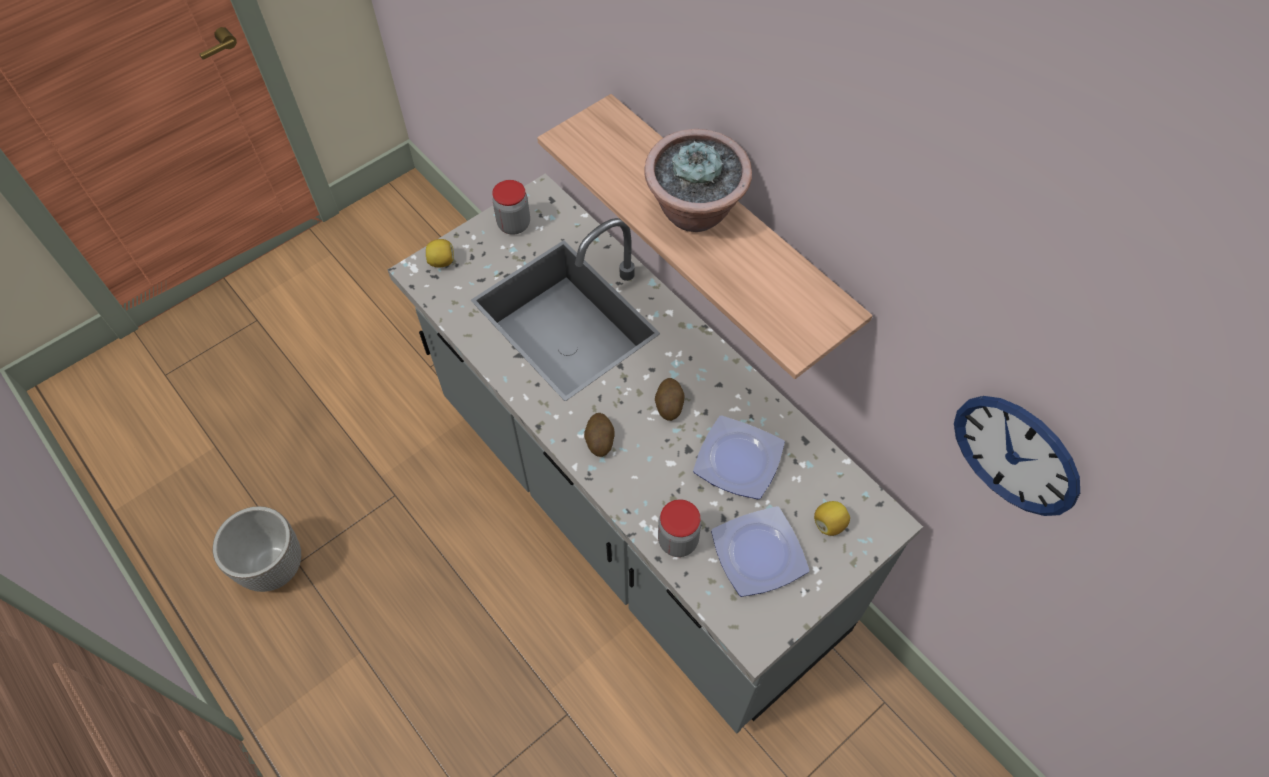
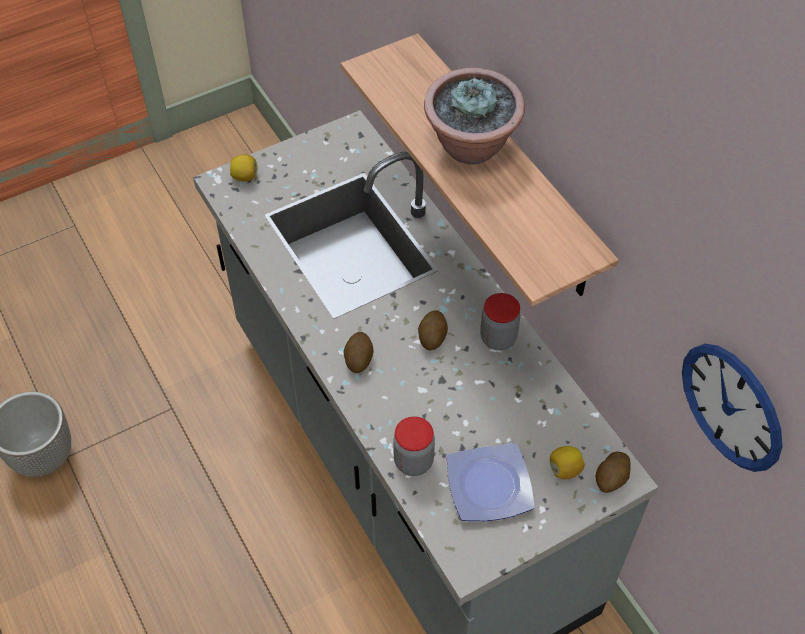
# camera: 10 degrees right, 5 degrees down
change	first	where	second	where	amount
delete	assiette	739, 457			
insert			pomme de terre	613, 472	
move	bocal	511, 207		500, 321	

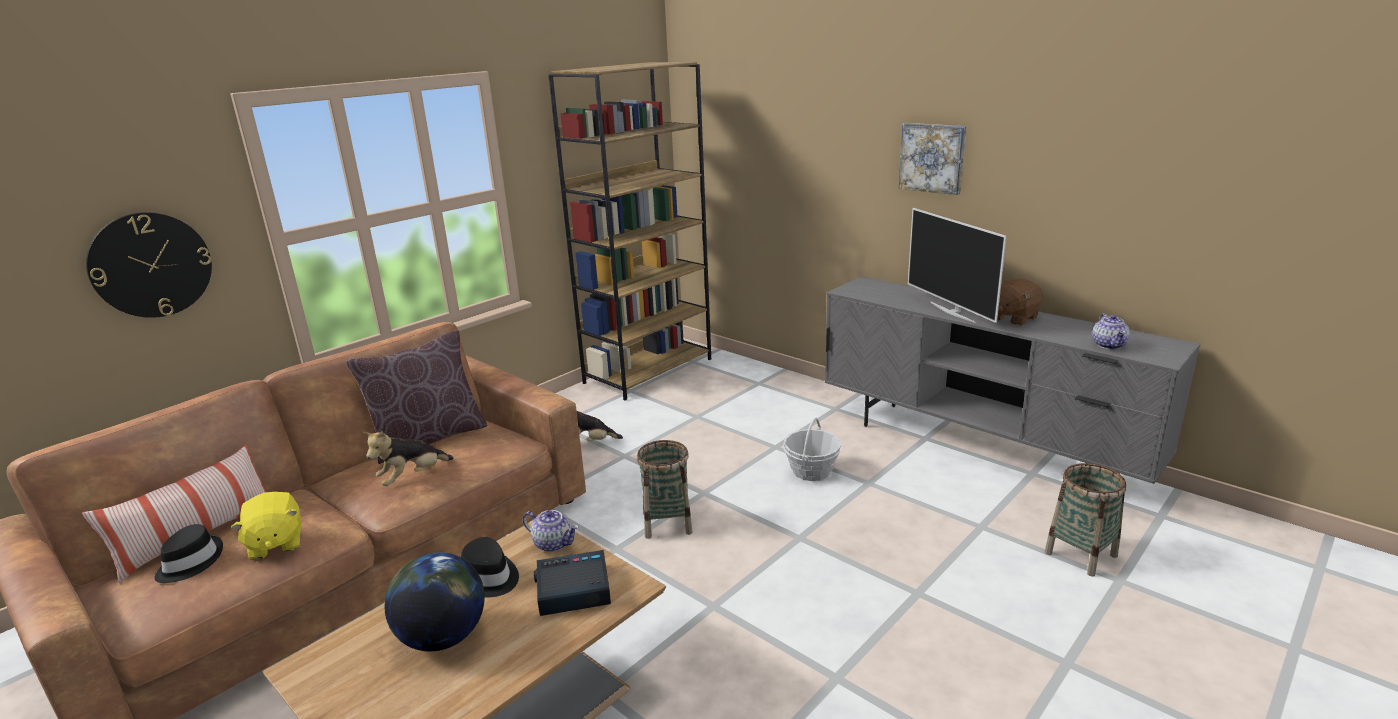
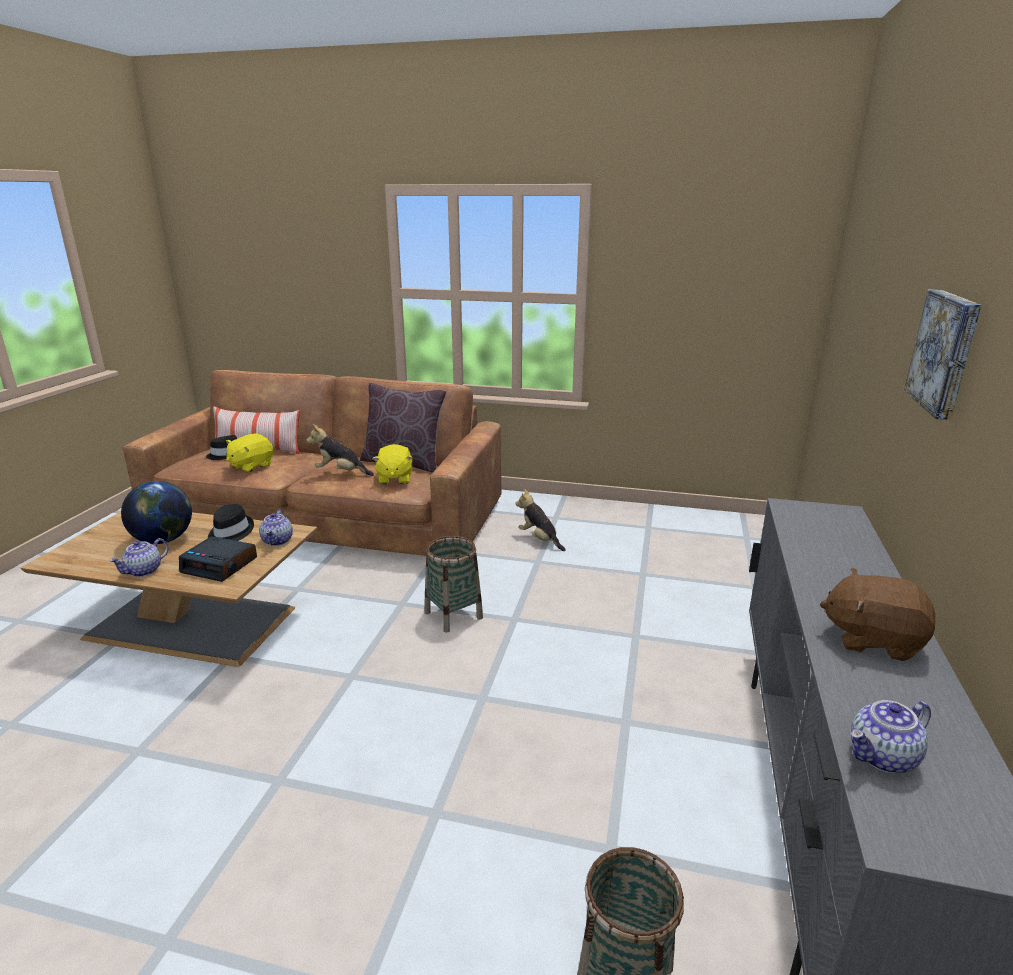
# camera: 60 degrees right, 0 degrees up
change	first	where	second	where	amount
delete	horloge murale	149, 265			
delete	bibliothèque/marron	629, 231			
delete	panier	812, 449			
delete	téléviseur	957, 265			
insert			théière	139, 557	
insert			peluche/jaune	392, 464	
rotate	réveil	572, 583		218, 559	150 degrees clockwise

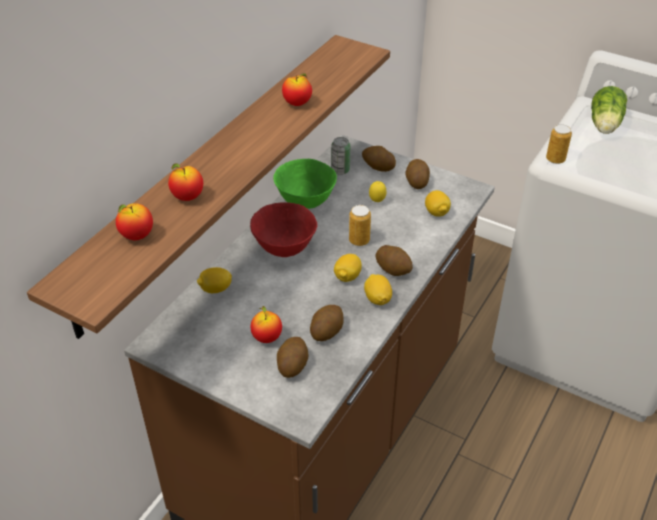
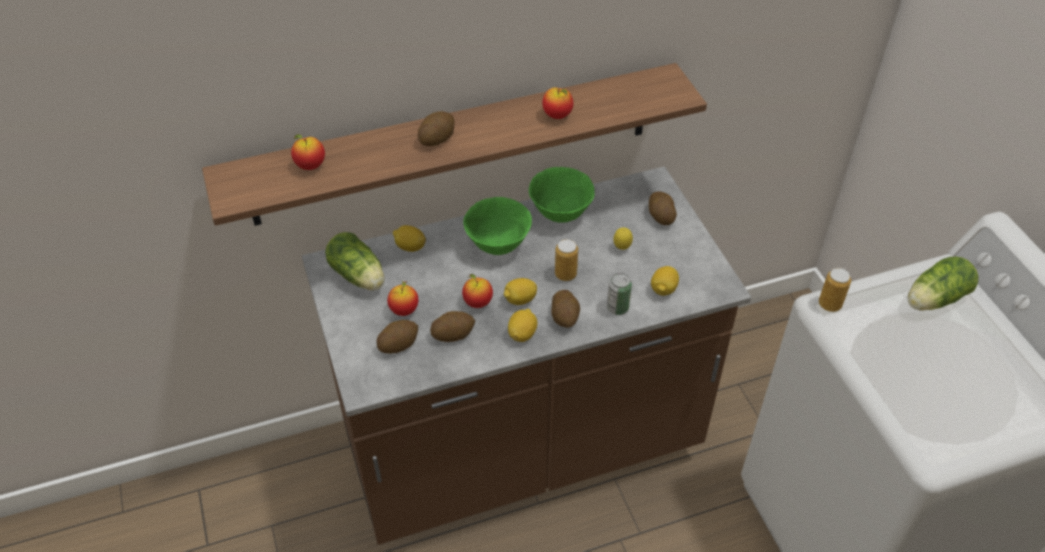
# camera: 40 degrees right, 5 degrees up
change	first	where	second	where	amount
insert			laitue	355, 261	
move	pomme	185, 182		477, 291	
move	boîte métallique	340, 156		619, 294	
move	pomme de terre	418, 174		436, 128	
recolor	bol/rouge	284, 229	bol/vert	497, 226	

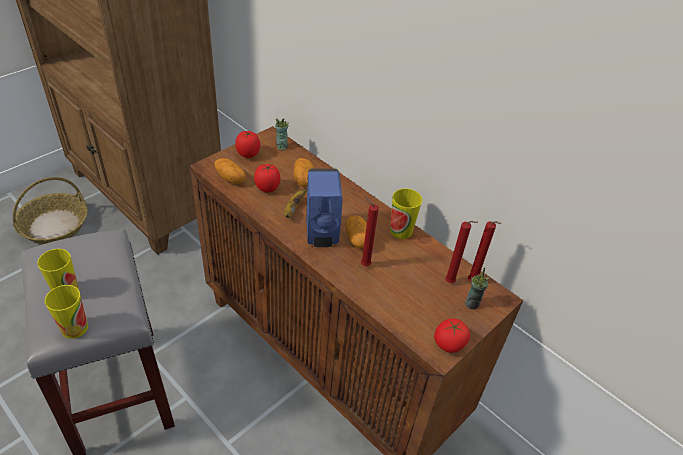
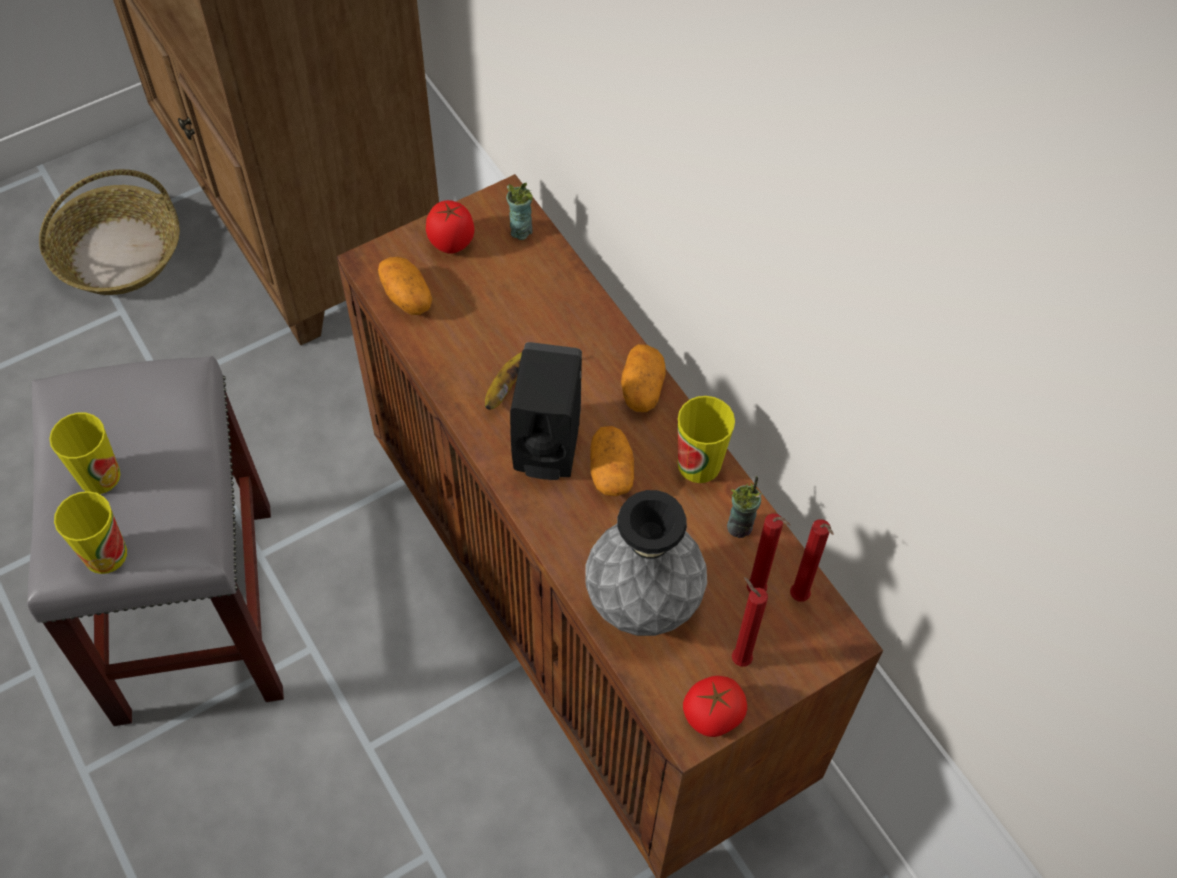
# camera: 15 degrees right, 15 degrees up
change	first	where	second	where	amount
delete	tomate	267, 178			
insert			vase/gris	646, 563	
move	pomme de terre	303, 172		643, 378	
move	bougie/rouge	370, 231		750, 622	
move	tasse	477, 288		744, 507	
recolor	distributeur de savon/bleu	324, 208	distributeur de savon/noir	546, 411	

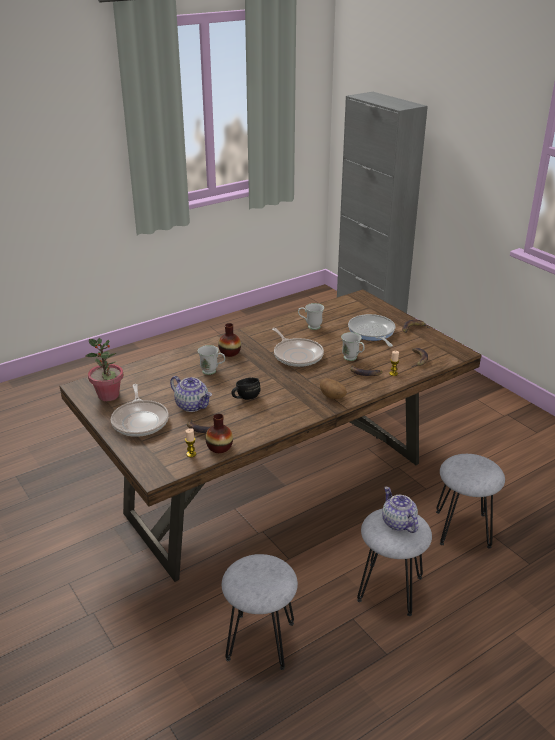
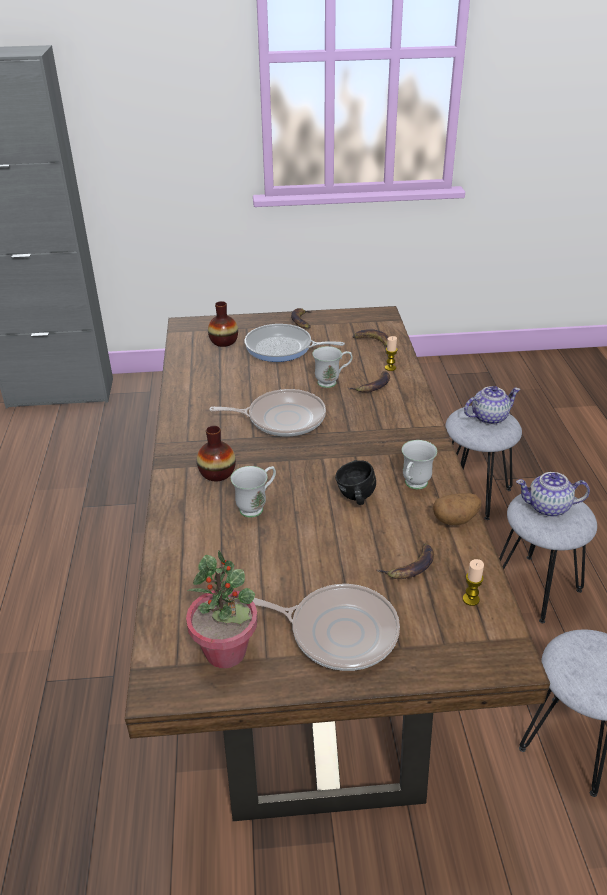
# camera: 60 degrees left, 5 degrees up
change	first	where	second	where	amount
move	théière	191, 394		492, 405	
move	vase	219, 433		223, 324	
move	mug/blanc	311, 316		419, 464	
move	pomme de terre	333, 388		457, 509	

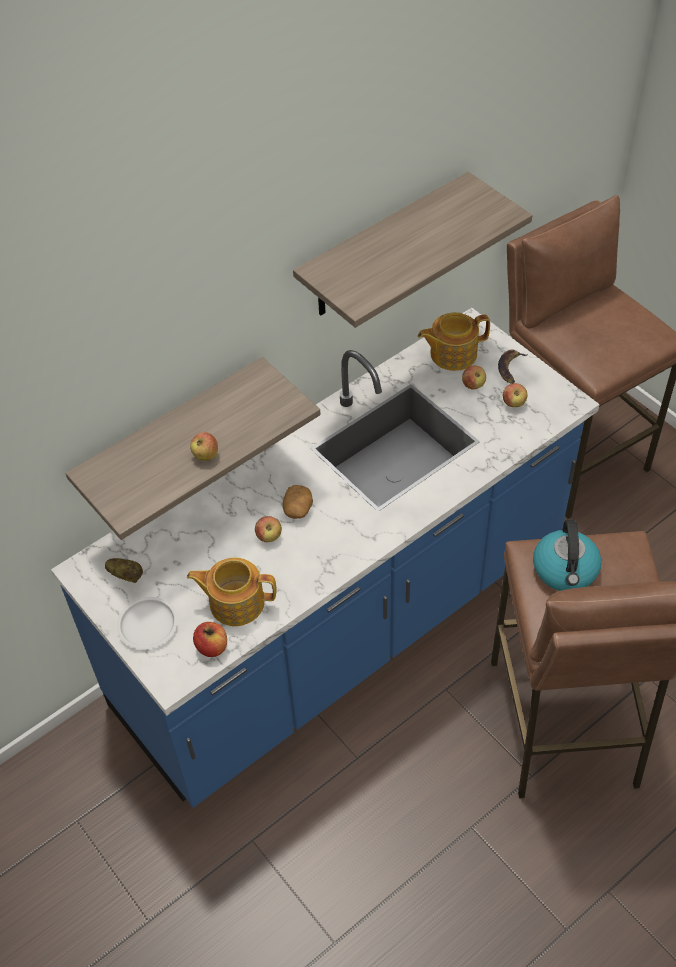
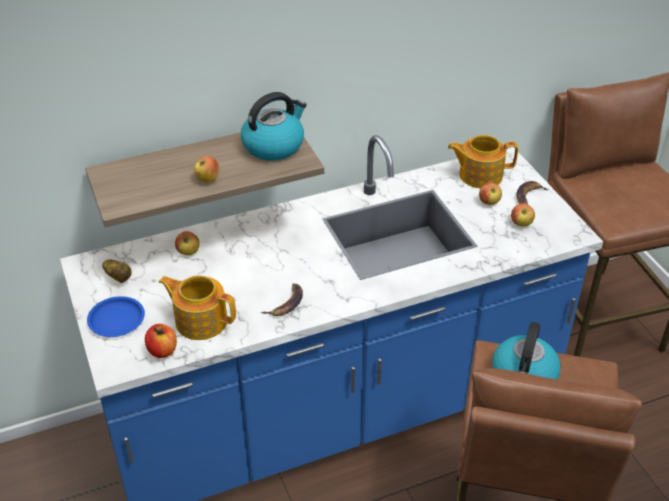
# camera: 15 degrees right, 10 degrees down
change	first	where	second	where	amount
delete	pomme de terre	297, 502			
delete	étagère	412, 250			
insert			bouilloire	274, 126	
insert			banane	282, 299	
move	pomme	268, 529		187, 243	
recolor	assiette/blanc	147, 623	assiette/bleu	116, 316	

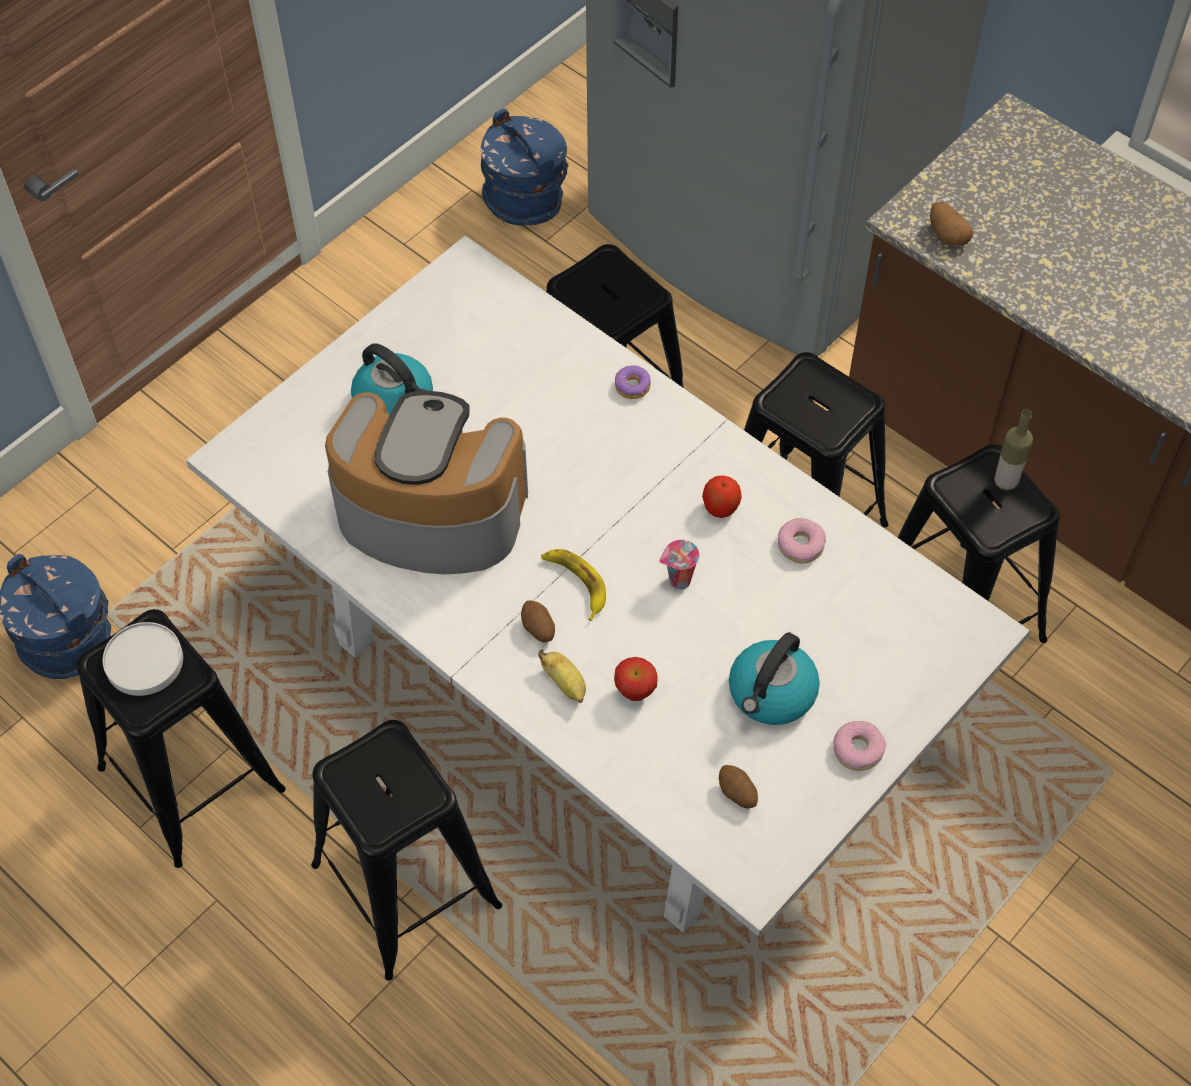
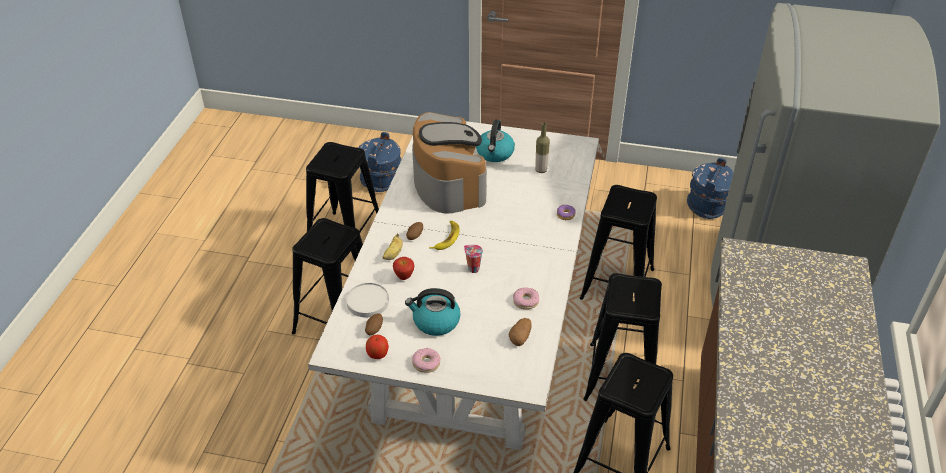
# camera: 60 degrees right, 15 degrees down
change	first	where	second	where	amount
move	assiette/blanc	143, 659		367, 300	
move	pomme	722, 496		377, 347	
move	pomme de terre	951, 224		520, 332	
move	bouteille	1013, 450		542, 147	

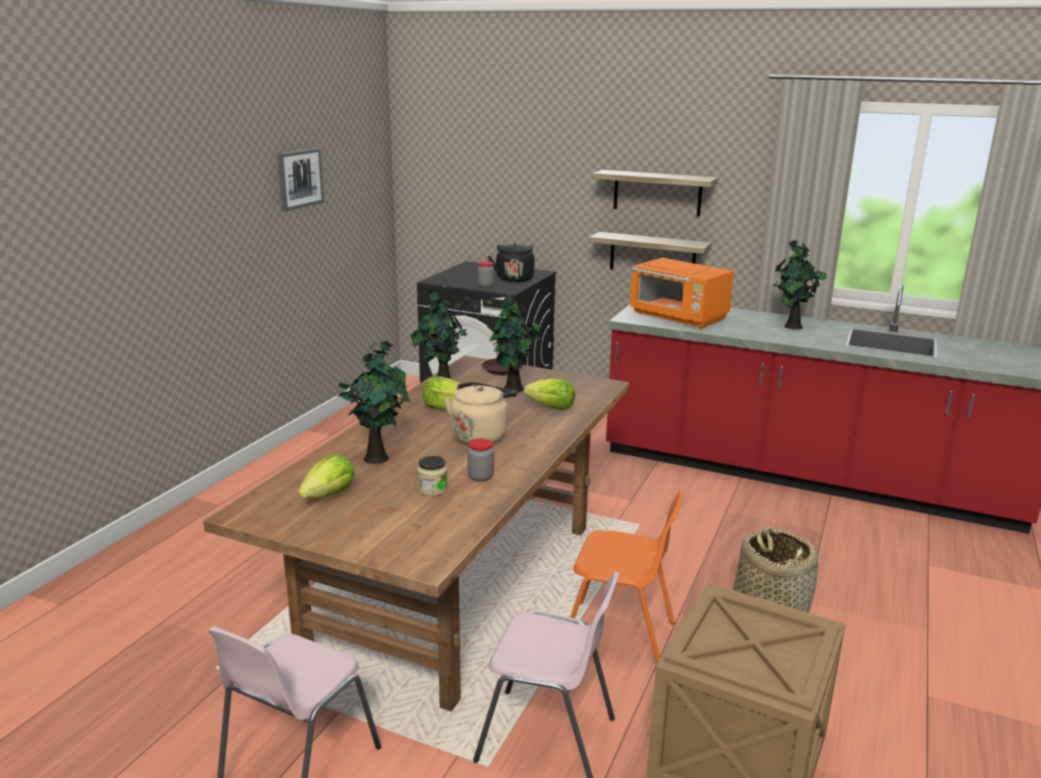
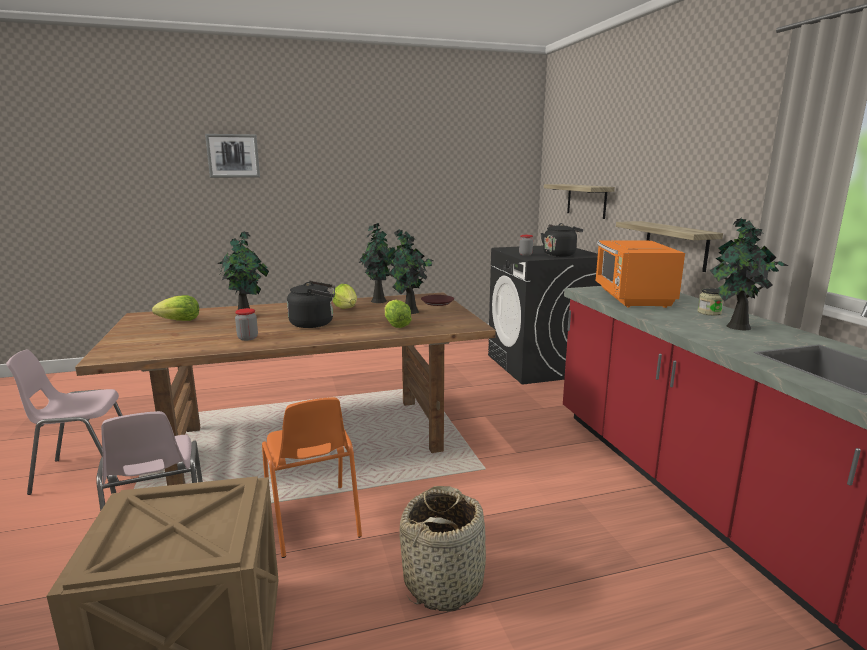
# camera: 50 degrees right, 5 degrees down
change	first	where	second	where	amount
move	tableau	300, 179		232, 156	
move	bocal	432, 476		710, 302	
move	étagère	655, 193		579, 201	
recolor	bouilloire/beige	480, 413	bouilloire/noir	311, 304	

